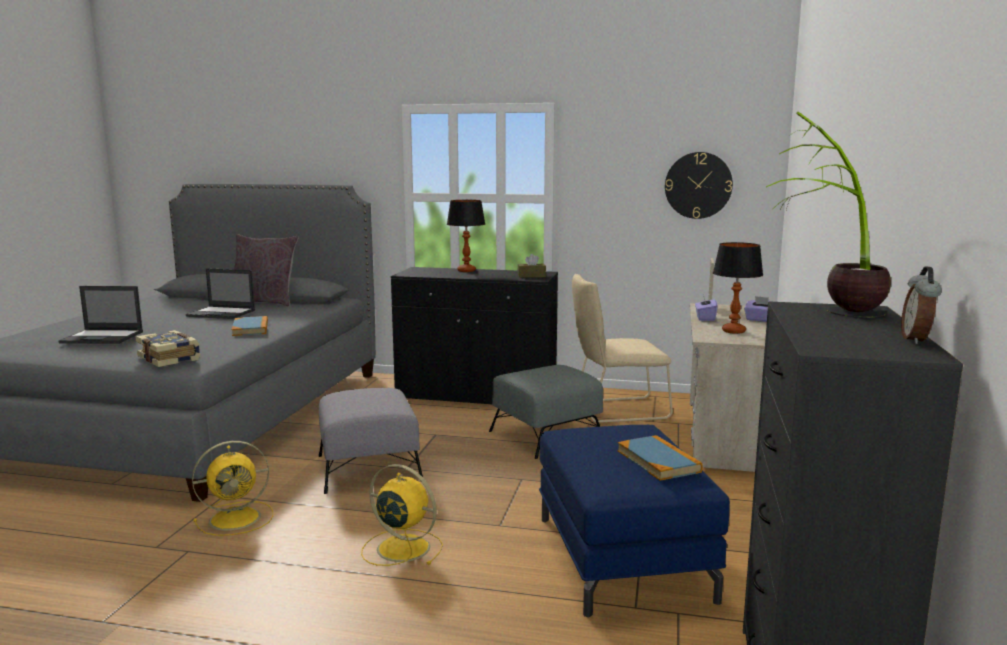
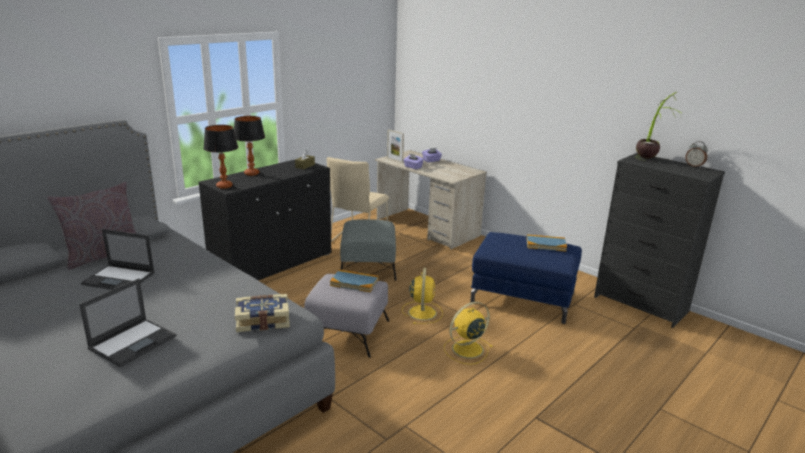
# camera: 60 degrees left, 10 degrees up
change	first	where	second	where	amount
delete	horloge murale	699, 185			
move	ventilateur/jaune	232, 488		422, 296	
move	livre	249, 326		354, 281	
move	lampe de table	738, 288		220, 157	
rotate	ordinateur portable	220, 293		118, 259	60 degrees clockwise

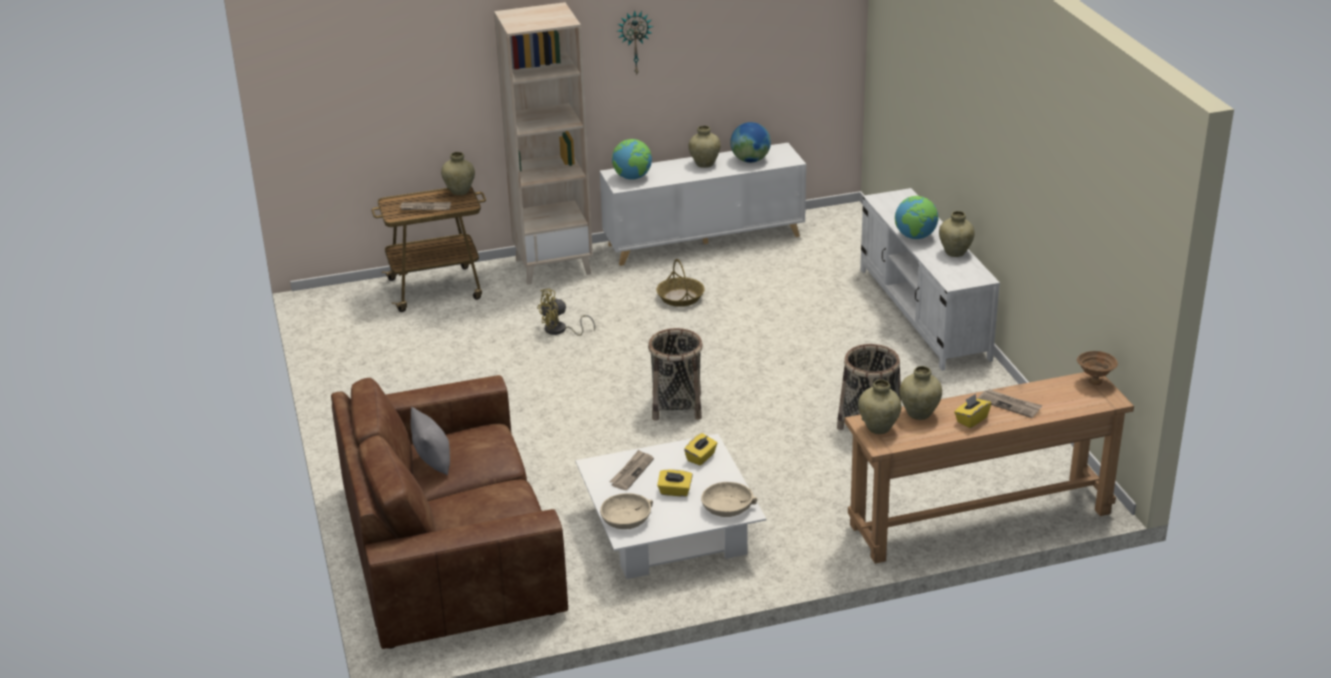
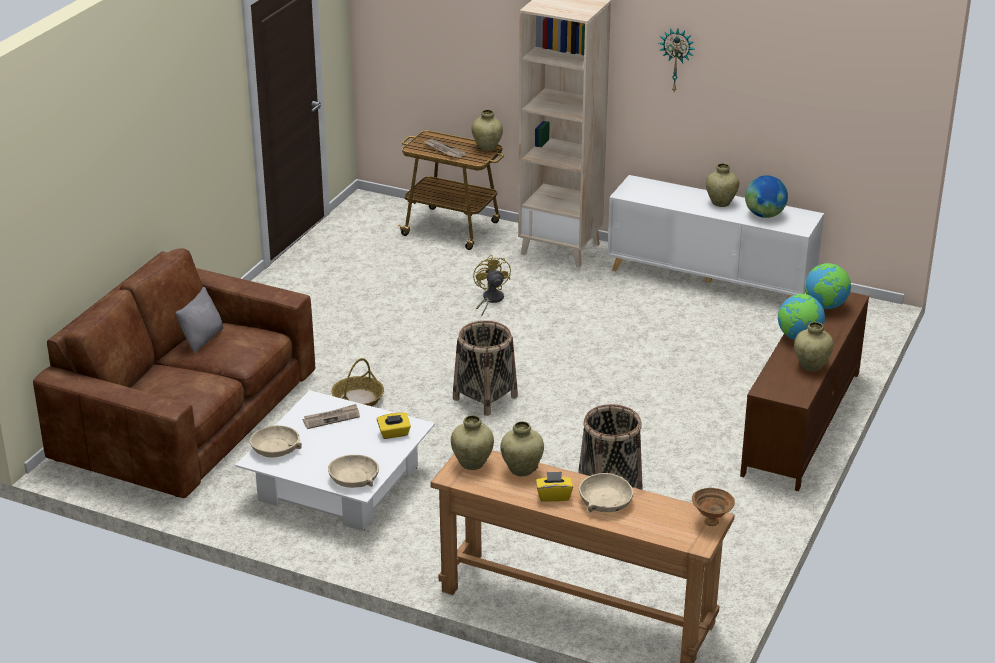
# camera: 40 degrees right, 0 degrees up
change	first	where	second	where	amount
delete	boîte à mouchoirs/jaune	675, 483			
move	globe	632, 159		828, 286	
move	panier	680, 283		357, 382	
replace	journal	1010, 403	bol/beige	606, 493	
recolor	meuble télé/blanc	930, 279	meuble télé/marron	804, 391	
rotate	ventilateur/jaune	566, 312		492, 285	60 degrees clockwise

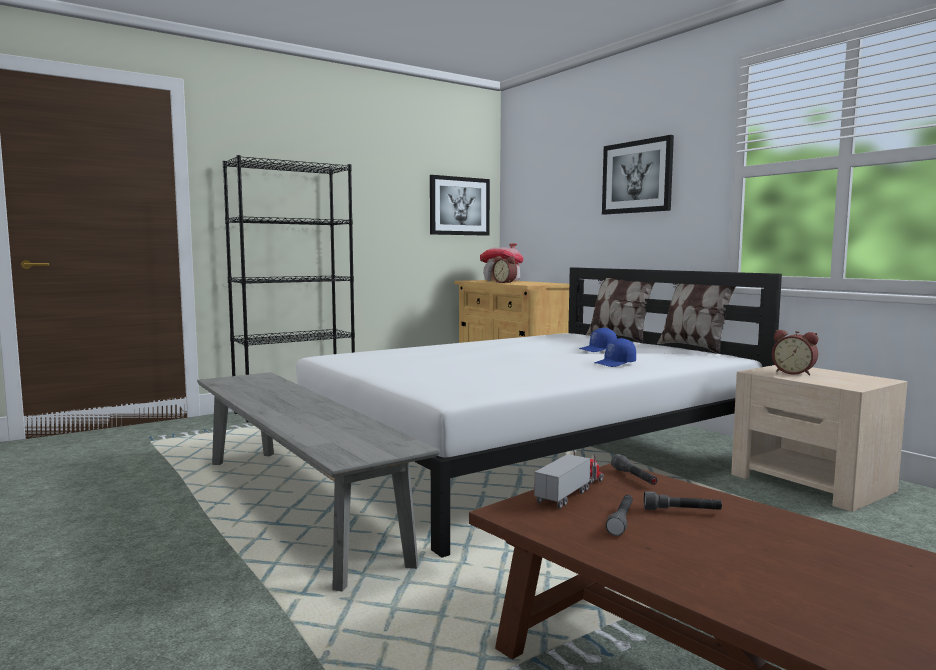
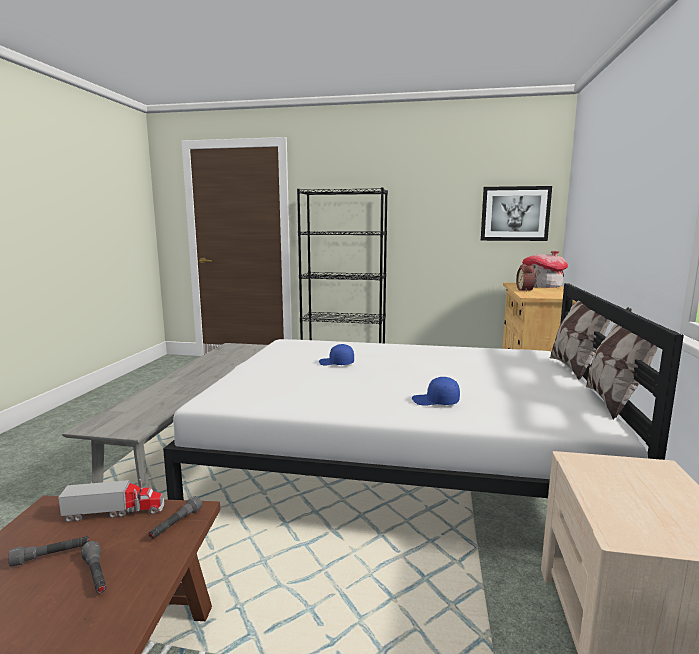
# camera: 45 degrees right, 5 degrees up
change	first	where	second	where	amount
delete	tableau	638, 174			
delete	réveil	795, 353			
move	casquette/bleu	598, 340		336, 354	

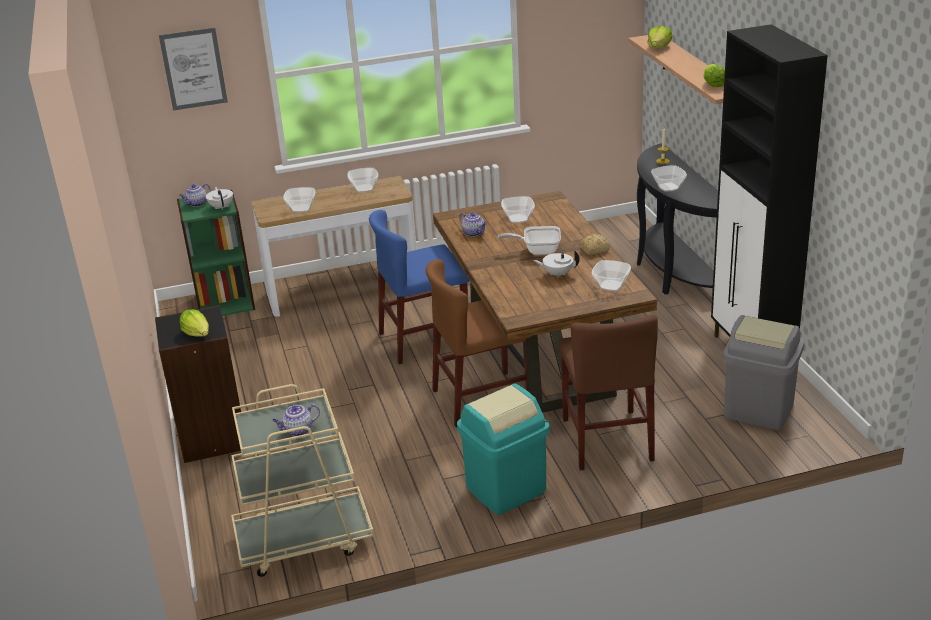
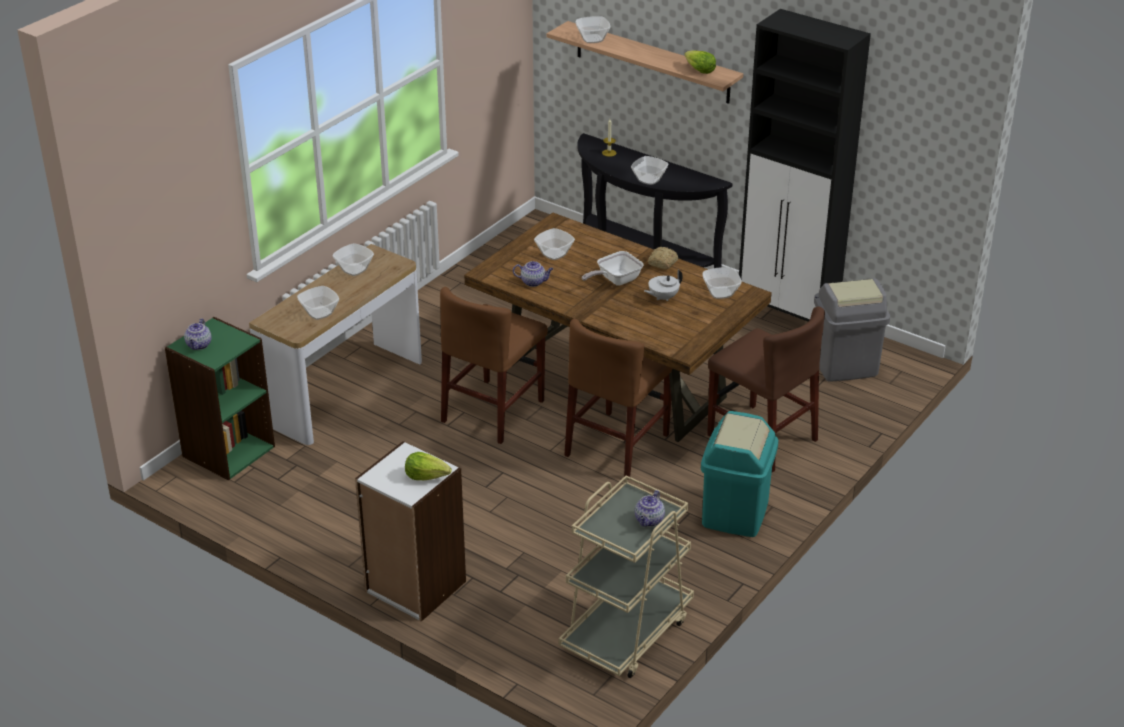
# camera: 40 degrees left, 5 degrees up
change	first	where	second	where	amount
delete	tableau	193, 69			
delete	théière/blanc	219, 198			
replace	laitue	660, 36	bol	593, 29	
recolor	bibliothèque/noir	198, 384	bibliothèque/blanc	410, 531	
recolor	chaise/bleu	419, 287	chaise/marron	494, 365	

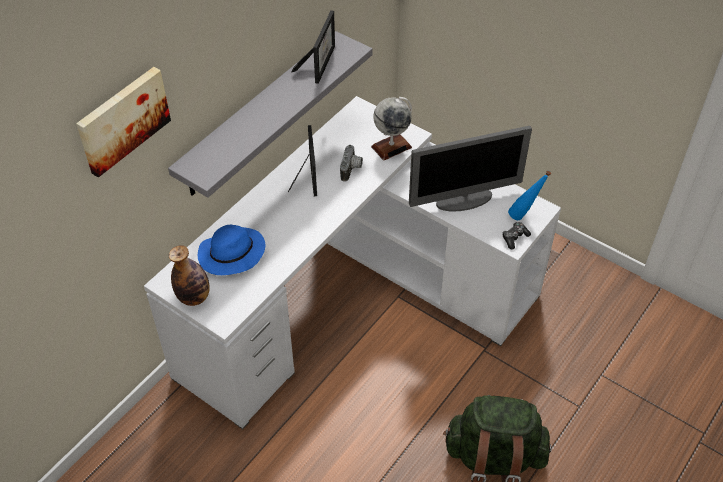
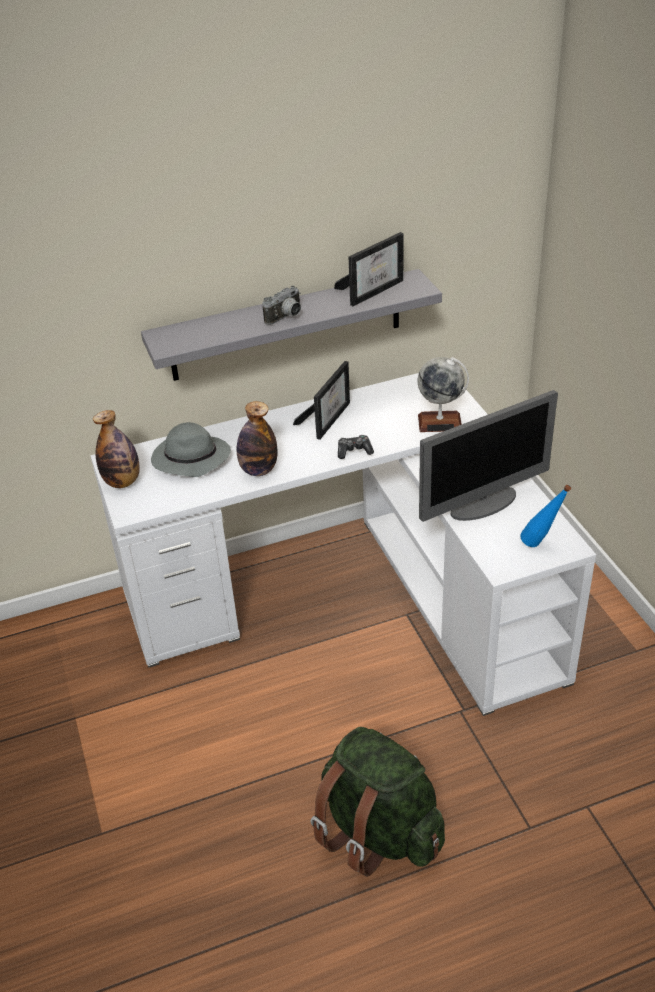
# camera: 35 degrees right, 10 degrees down
change	first	where	second	where	amount
delete	tableau	123, 122			
insert			bouteille	257, 438	
move	appareil photo	351, 163		281, 305	
move	manette	516, 235		356, 447	
recolor	chapeau/bleu	232, 250	chapeau/gris	191, 449	
rotate	écran d'ordinateur	470, 169		488, 456	45 degrees counterclockwise

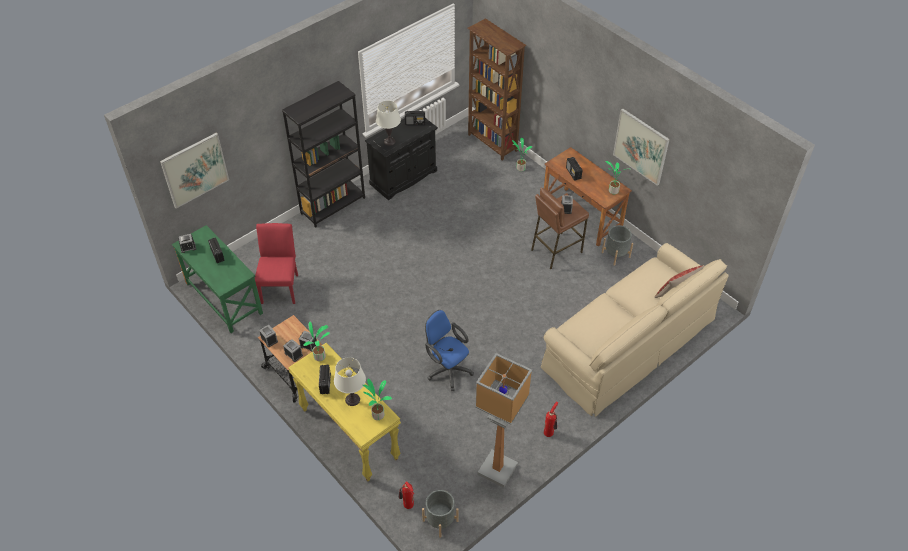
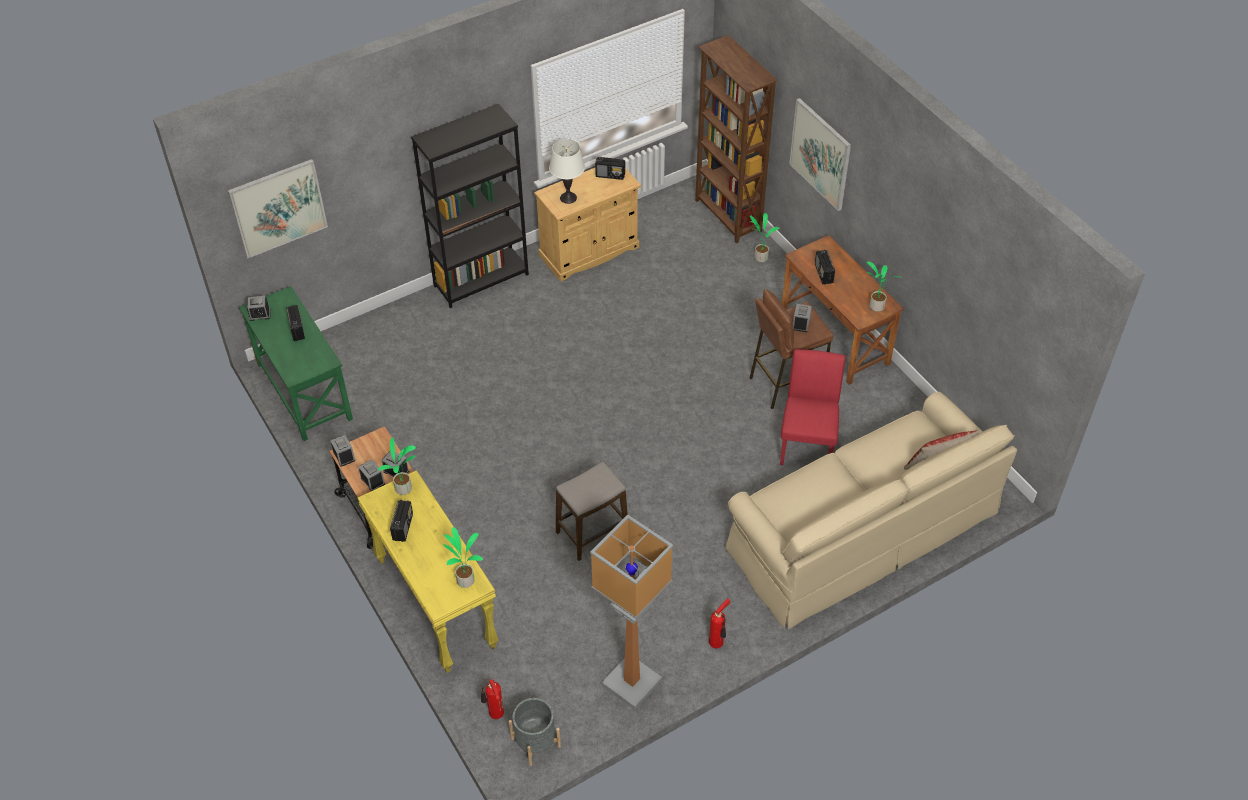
# camera: 10 degrees right, 0 degrees up
change	first	where	second	where	amount
delete	lampe de table/blanc	350, 381			
delete	cache-pot/gris	617, 245			
move	chaise/rouge	276, 263		813, 407	
move	tableau	641, 147		820, 154	
replace	chaise de bureau/bleu	449, 350	tabouret	592, 511	
recolor	meuble de rangement/noir	401, 159	meuble de rangement/beige	587, 224	

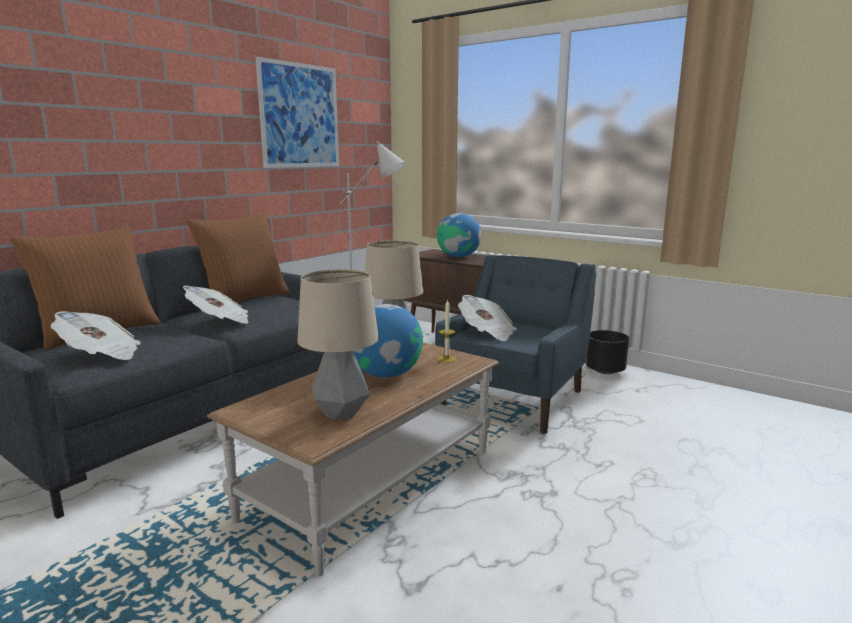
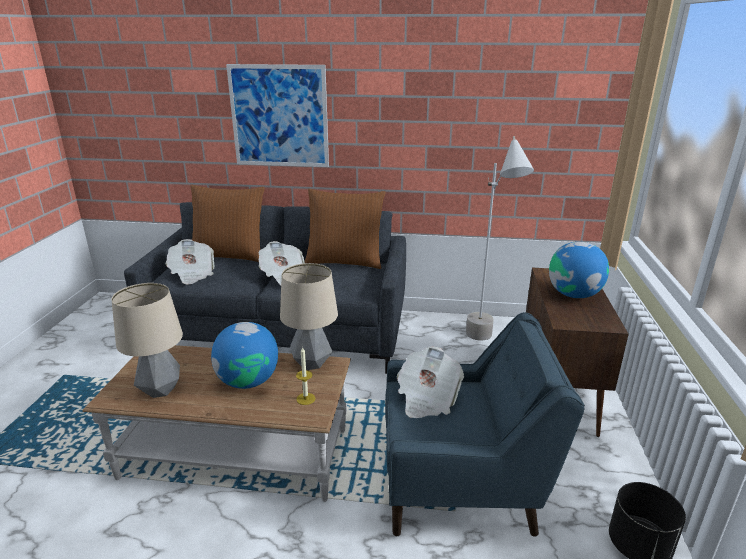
# camera: 60 degrees right, 10 degrees up
change	first	where	second	where	amount
move	tableau	297, 112		277, 115	

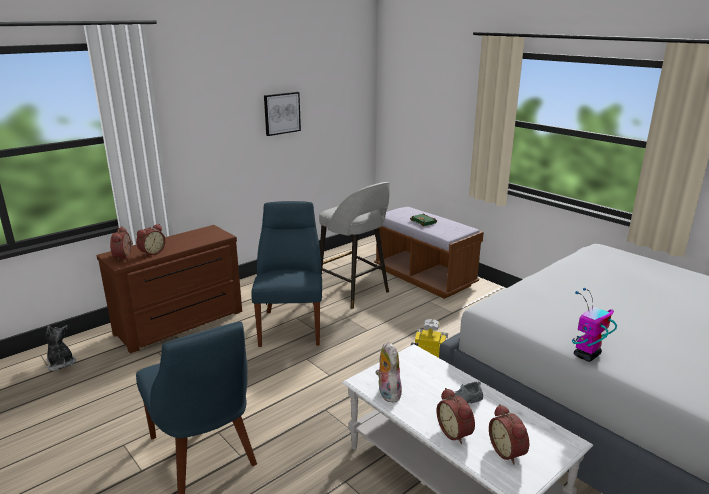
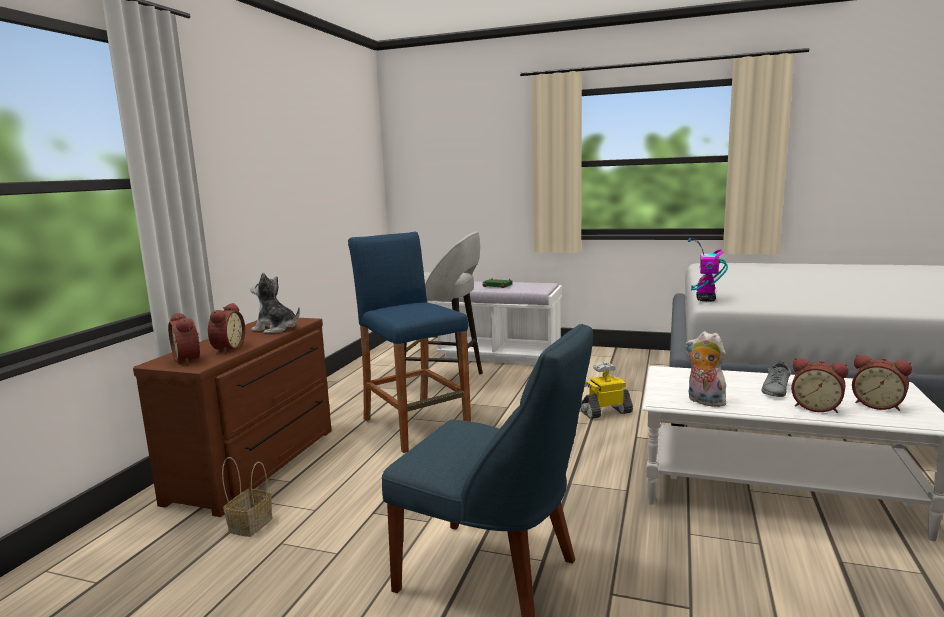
# camera: 30 degrees left, 10 degrees down
change	first	where	second	where	amount
delete	tableau	282, 114			
insert			panier	247, 497	
move	peluche	61, 348		275, 302	
move	robot jouet	594, 324		708, 270	
replace	chaise/bleu	286, 274	tabouret/bleu	409, 342	
recolor	banc/marron	429, 253	banc/blanc	498, 323	

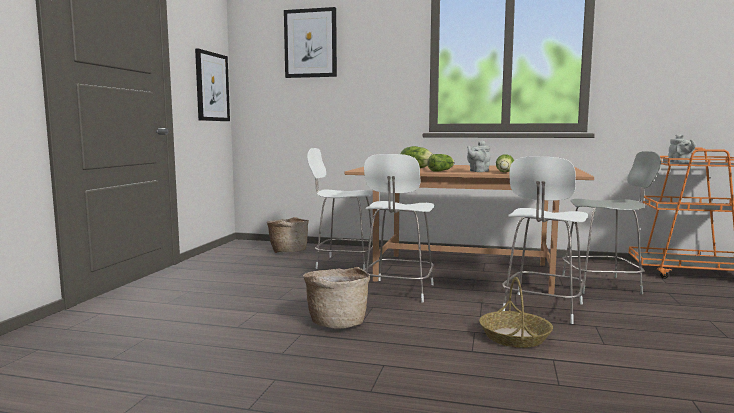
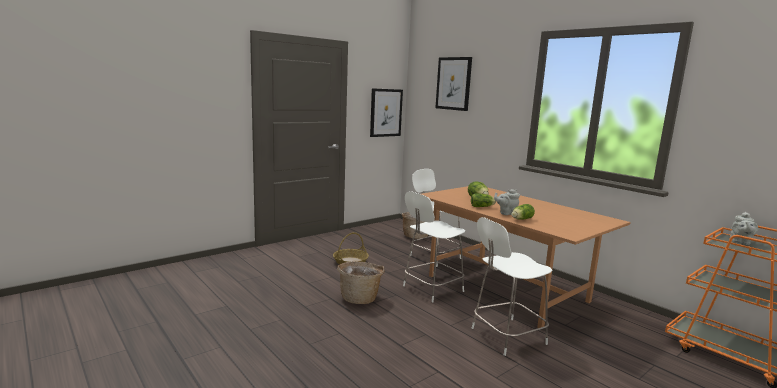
# camera: 35 degrees right, 5 degrees up
change	first	where	second	where	amount
delete	chaise/gris	611, 222			
move	panier	516, 312		351, 248	

